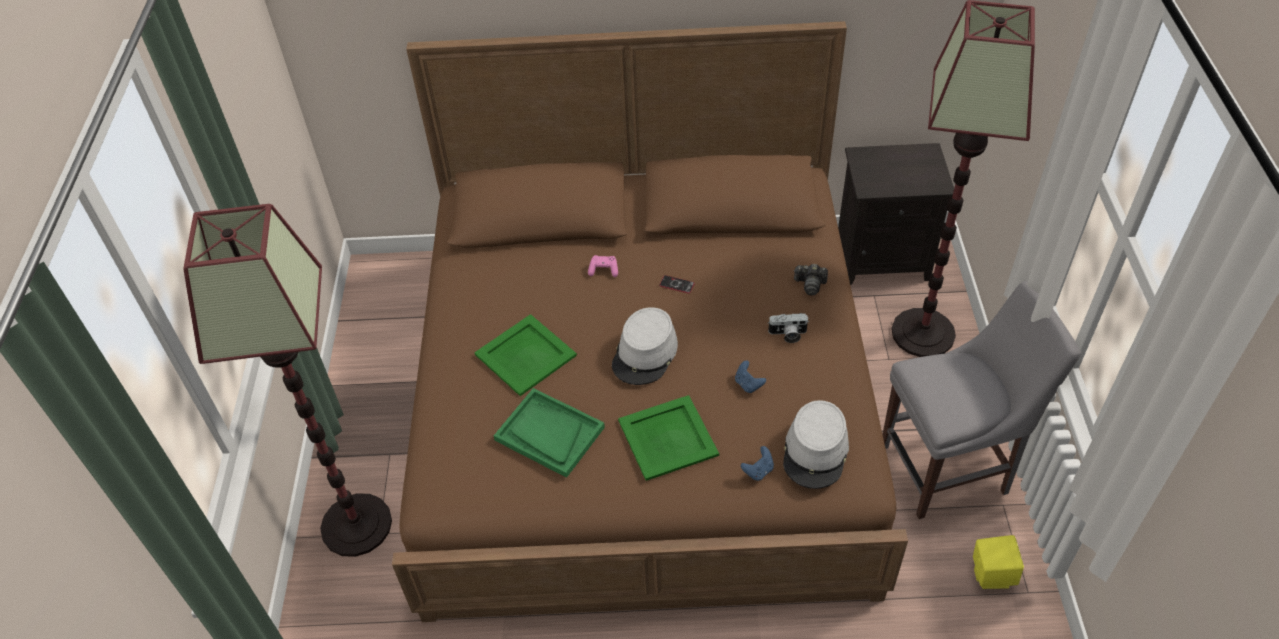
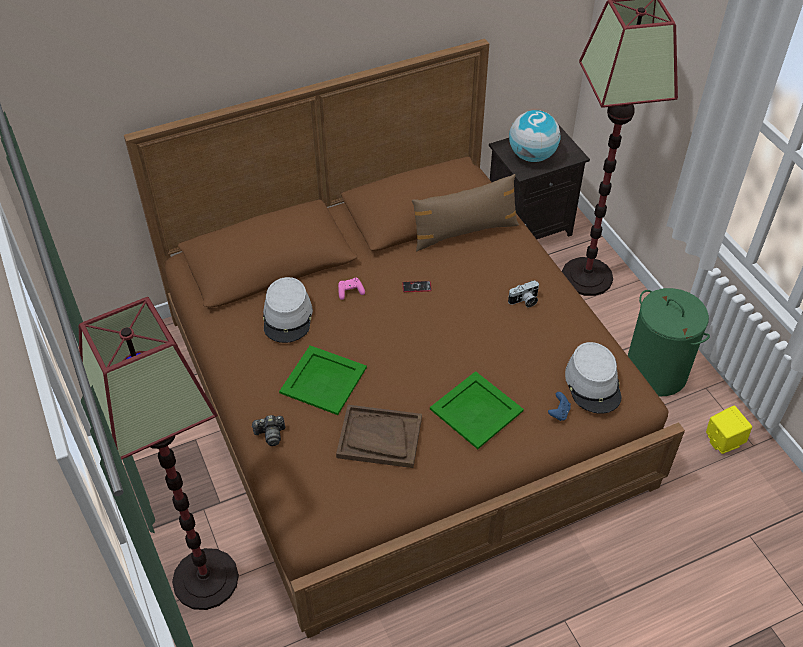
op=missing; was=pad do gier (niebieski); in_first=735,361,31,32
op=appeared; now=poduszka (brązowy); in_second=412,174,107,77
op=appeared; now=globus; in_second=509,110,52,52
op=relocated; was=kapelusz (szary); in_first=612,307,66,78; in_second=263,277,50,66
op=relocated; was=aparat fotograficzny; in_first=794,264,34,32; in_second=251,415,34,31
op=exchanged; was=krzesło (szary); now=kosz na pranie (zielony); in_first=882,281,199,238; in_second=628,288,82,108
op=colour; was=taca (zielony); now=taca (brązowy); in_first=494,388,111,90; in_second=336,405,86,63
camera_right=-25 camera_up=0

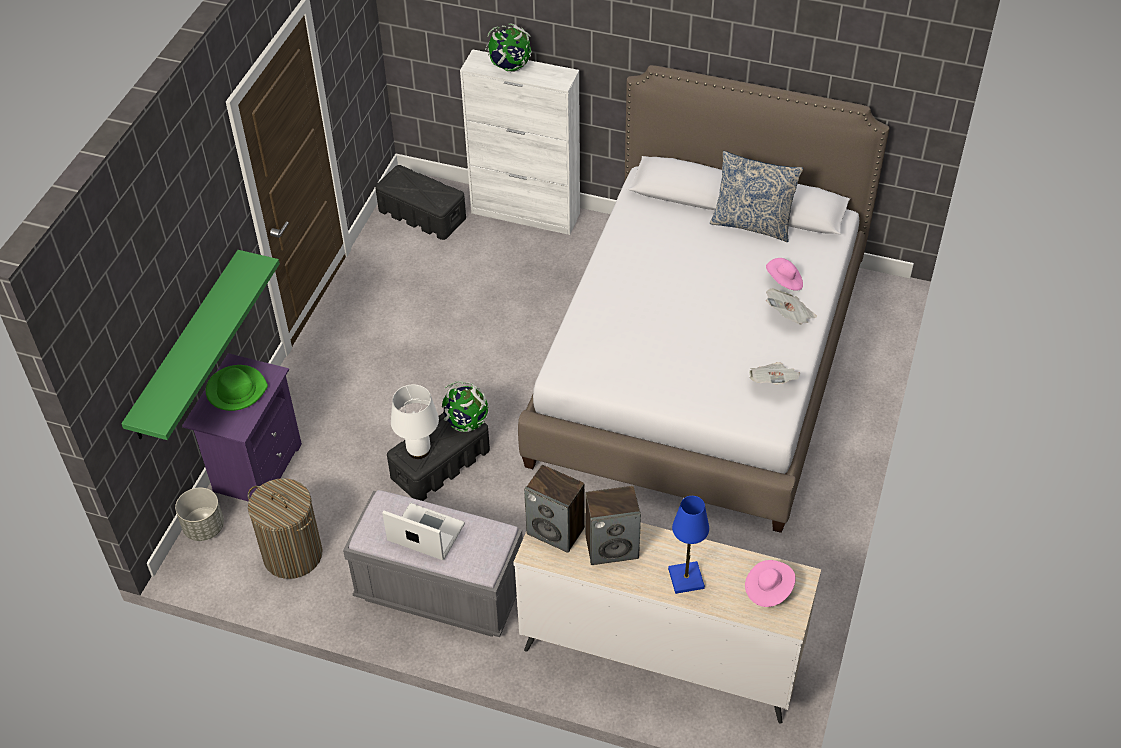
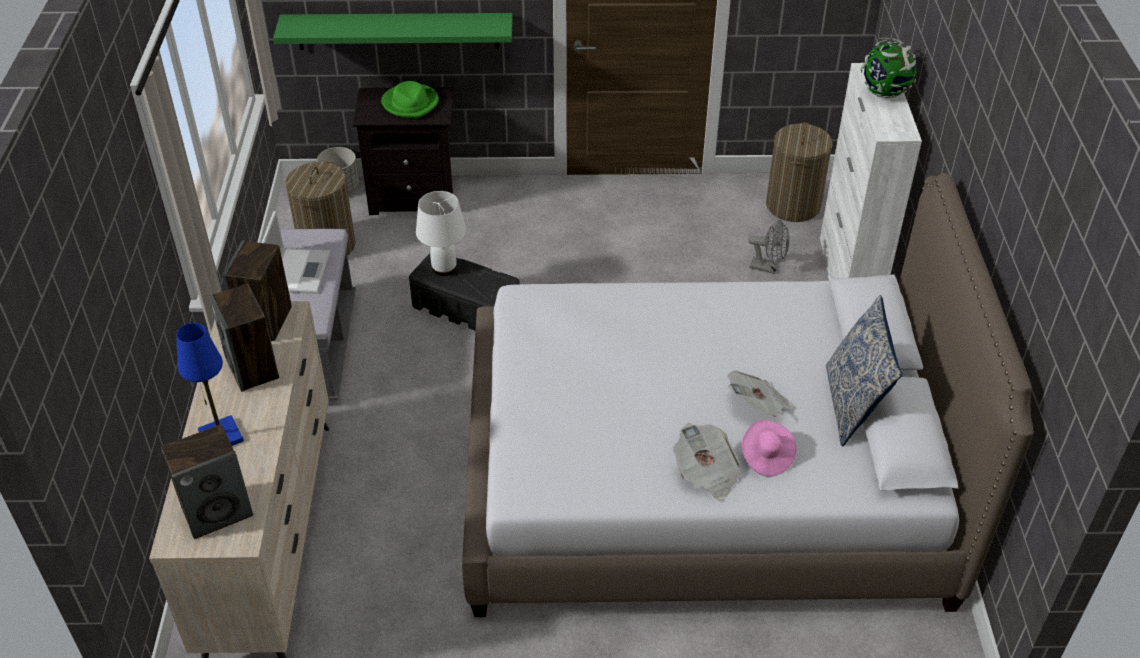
op=missing; was=globus; in_first=442,381,47,51
op=appeared; now=wentylator (szary); in_second=748,220,41,54
op=relocated; was=gazeta; in_first=749,362,52,23; in_second=728,370,66,47
op=exchanged; was=pojemnik do przechowywania (czarny); now=kosz na pranie; in_first=375,165,91,75; in_second=766,123,67,99
op=exchanged; was=kapelusz (różowy); now=głośnik; in_first=745,560,51,47; in_second=161,425,92,114
op=colour; was=szafka nocna (fioletowy); now=szafka nocna (czarny); in_first=182,353,120,149; in_second=352,87,102,128
camera_right=70 camera_up=-5

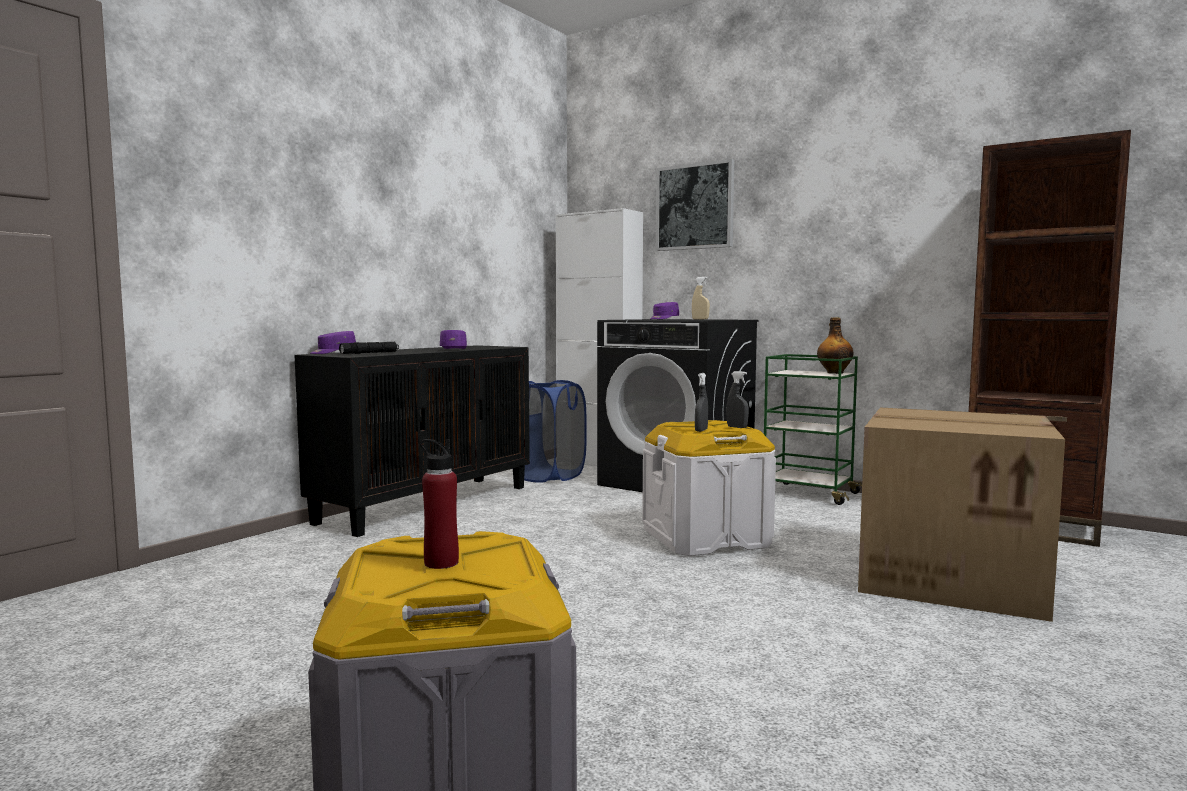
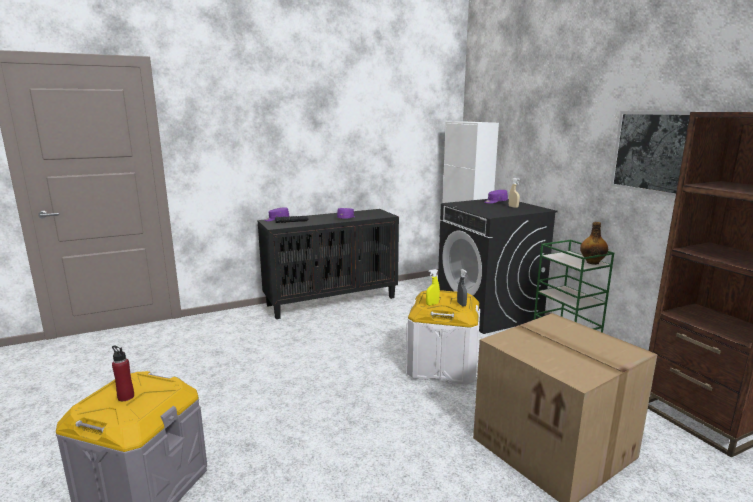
op=missing; was=kosz na pranie (niebieski); in_first=512,380,74,103
op=relocated; was=obraz; in_first=656,159,78,92; in_second=610,111,80,85
op=colour; was=spryskiwacz (szary); now=spryskiwacz (żółty); in_first=695,373,13,59; in_second=426,269,14,37
camera_right=30 camera_up=10

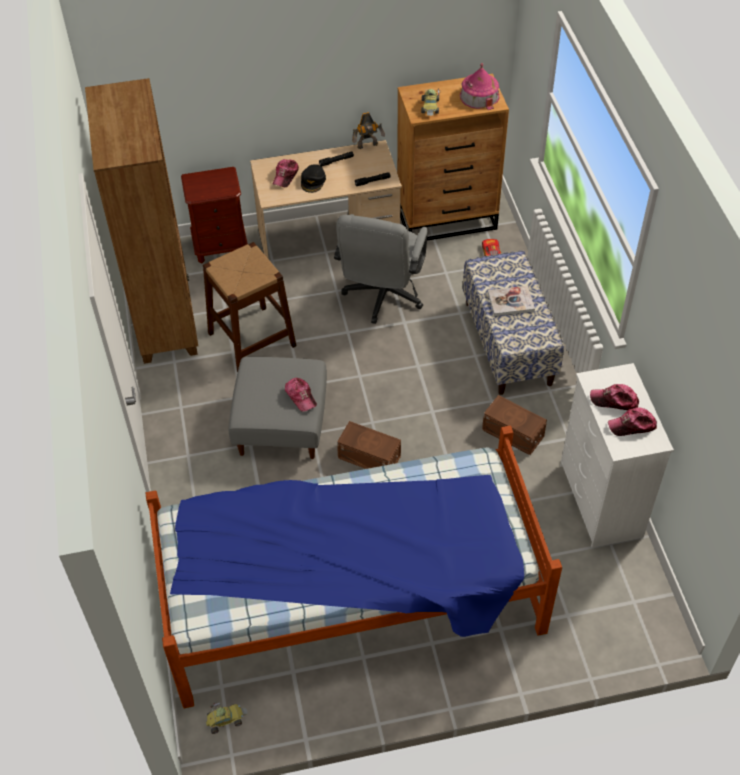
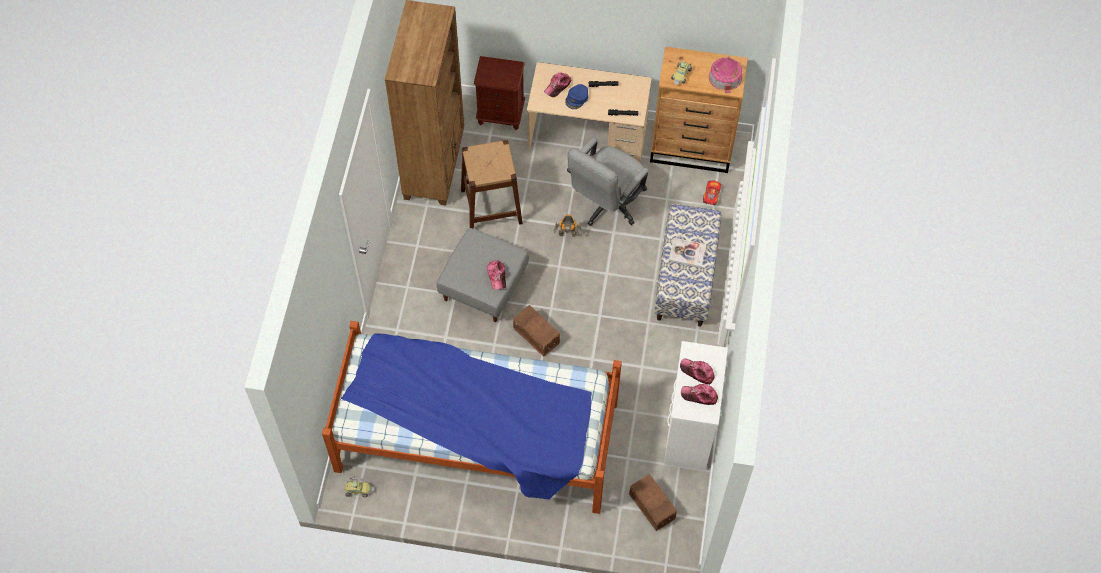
op=relocated; was=robot zabawkowy; in_first=352,112,33,37; in_second=553,215,29,22
op=relocated; was=pojemnik do przechowywania (brązowy); in_first=482,395,65,60; in_second=629,474,48,57
op=colour; was=czapka z daszkiem (czarny); now=czapka z daszkiem (niebieski); in_first=301,164,25,29; in_second=565,84,23,25
camera_right=20 camera_up=10

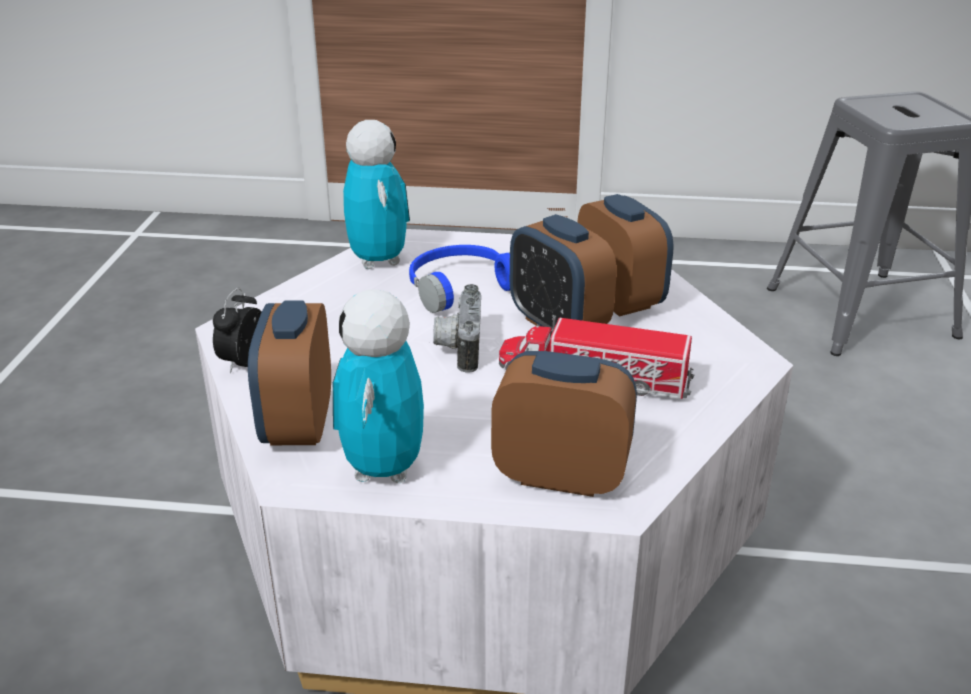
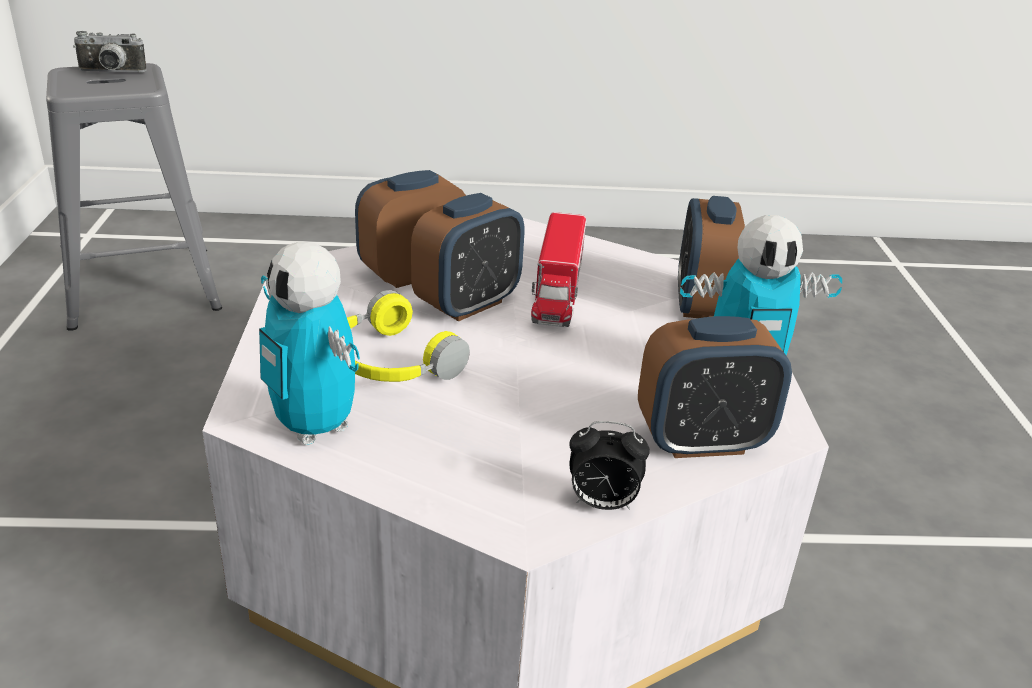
op=relocated; was=aparat fotograficzny; in_first=433,284,48,89; in_second=73,31,73,41
op=colour; was=słuchawki (niebieski); now=słuchawki (żółty); in_first=409,245,101,68; in_second=347,290,123,92
op=spun; was=robot zabawkowy; in_first=343,120,67,149; in_second=259,242,101,203; clockwise=-105
camera_right=-100 camera_up=0

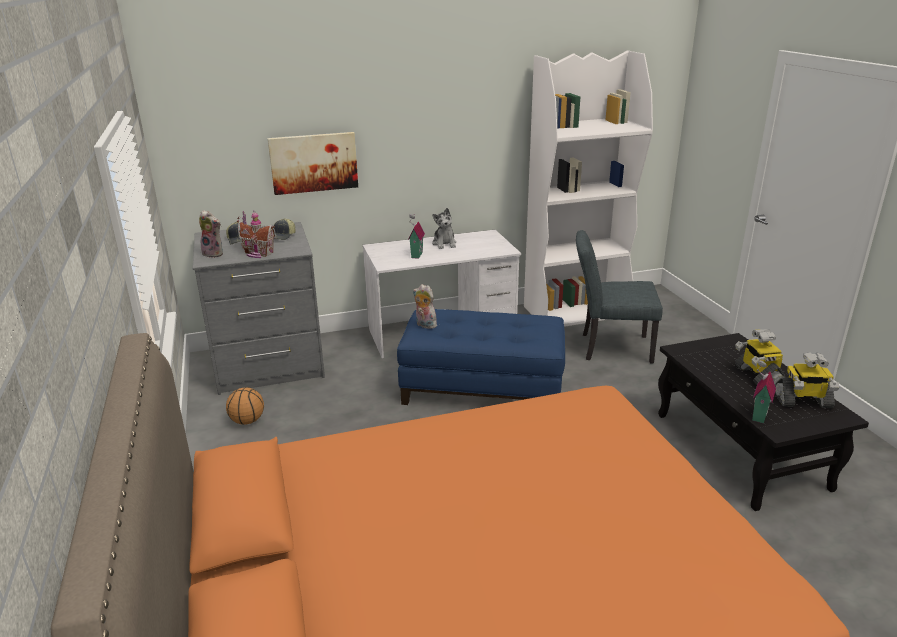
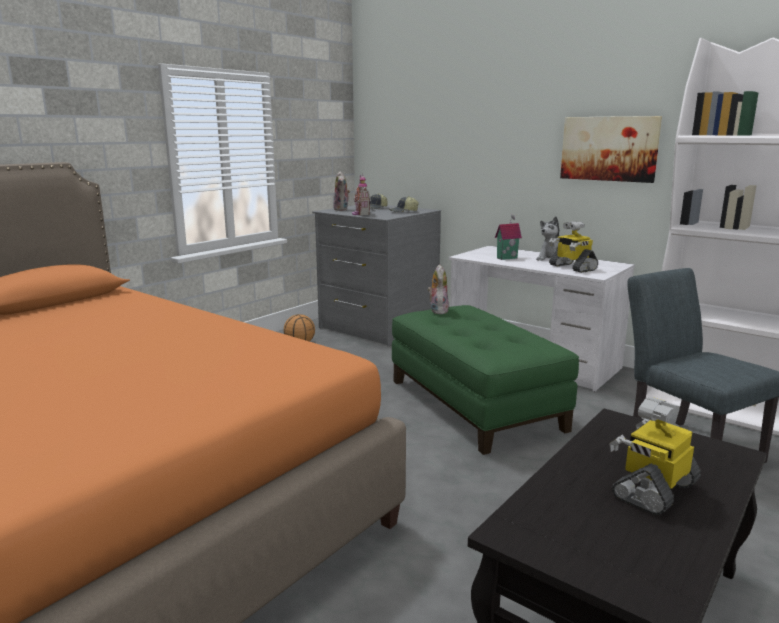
op=missing; was=domek; in_first=752,360,24,64
op=relocated; was=obraz; in_first=267,132,91,63; in_second=560,116,102,67
op=relocated; was=robot zabawkowy; in_first=775,352,64,56; in_second=549,221,49,52
op=colour; was=pufa (niebieski); now=pufa (zielony); in_first=397,309,168,96; in_second=392,305,187,150
camera_right=55 camera_up=-10

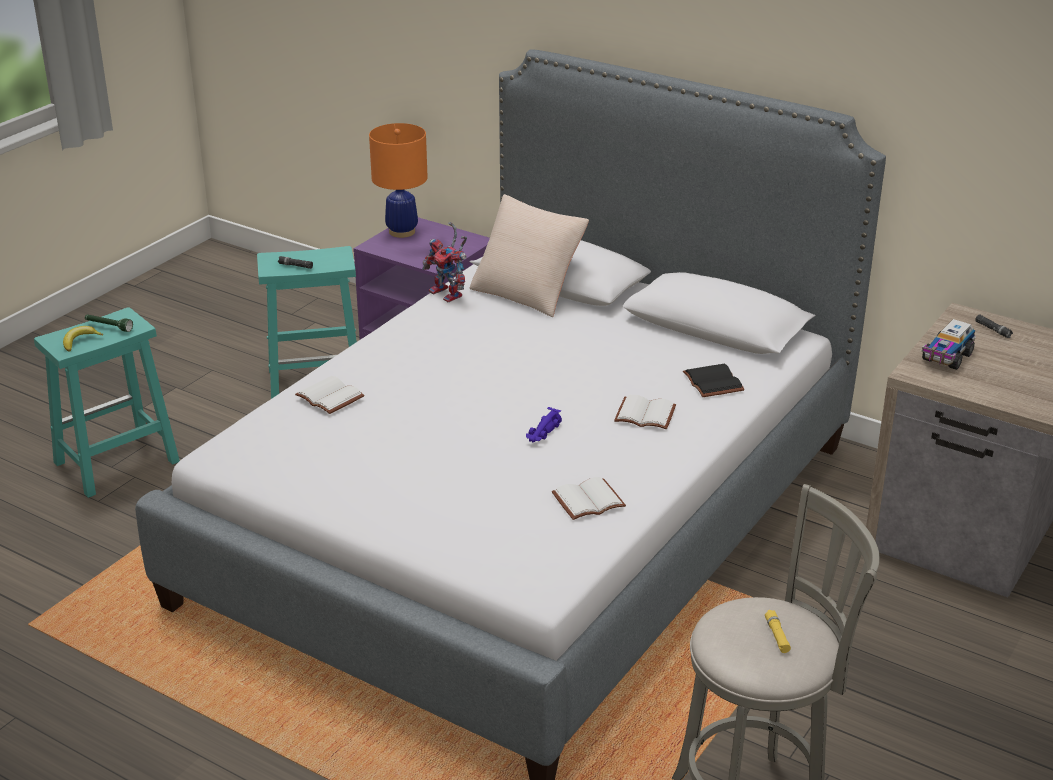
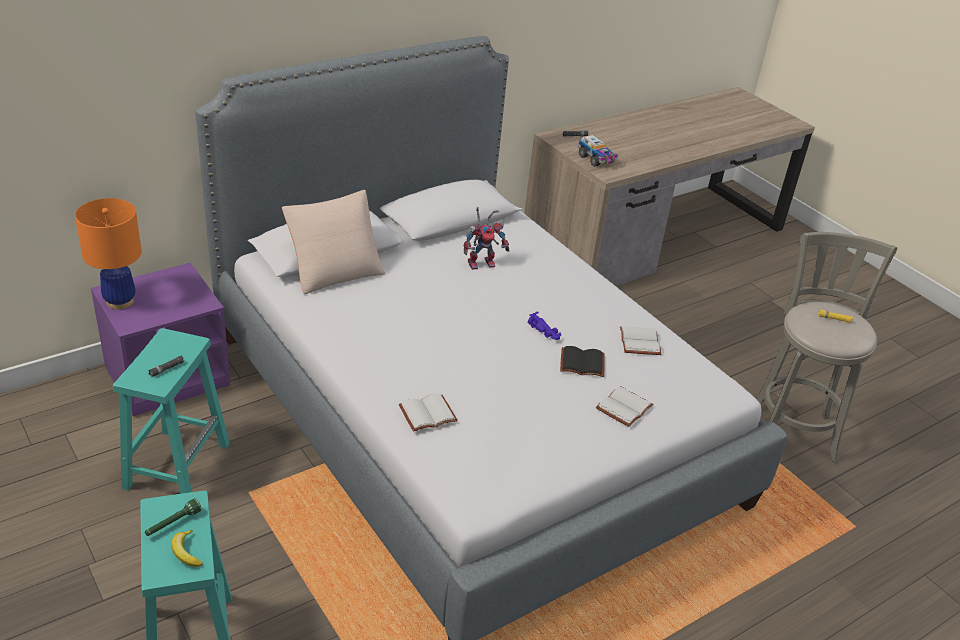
op=relocated; was=robot zabawkowy; in_first=422,222,45,81; in_second=464,207,45,63
op=relocated; was=książka (biały); in_first=614,395,62,34; in_second=596,386,58,41
op=relocated; was=książka (czarny); in_first=683,363,62,34; in_second=560,346,45,31
camera_right=-70 camera_up=5

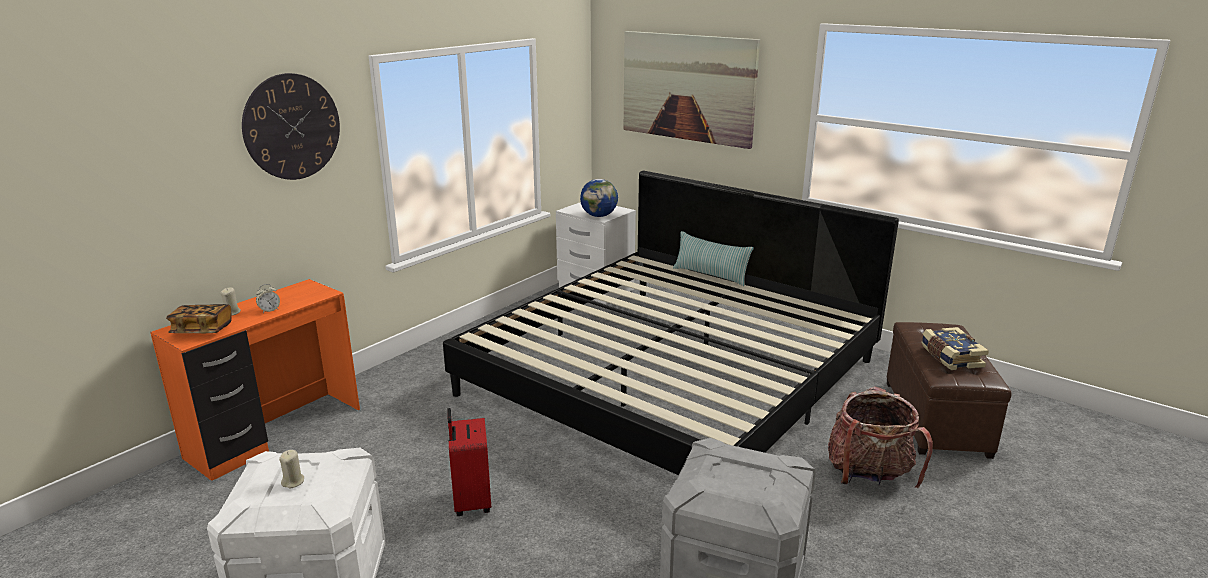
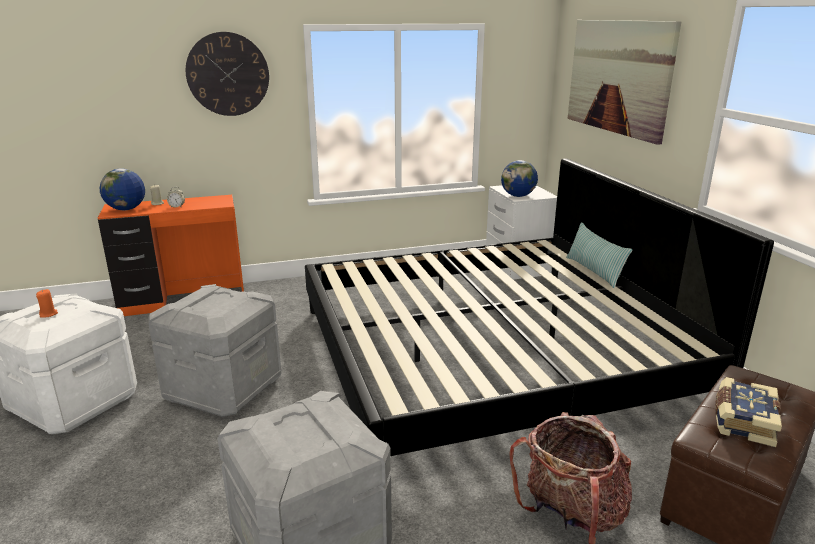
op=exchanged; was=książka; now=globus; in_first=166,304,66,29; in_second=100,168,45,42
op=exchanged; was=walizka (czerwony); now=pojemnik do przechowywania (szary); in_first=447,408,44,108; in_second=148,284,134,133
op=colour; was=świeca (beżowy); now=świeca (pomarańczowy); in_first=279,450,25,38; in_second=36,289,22,29
camera_right=35 camera_up=0

